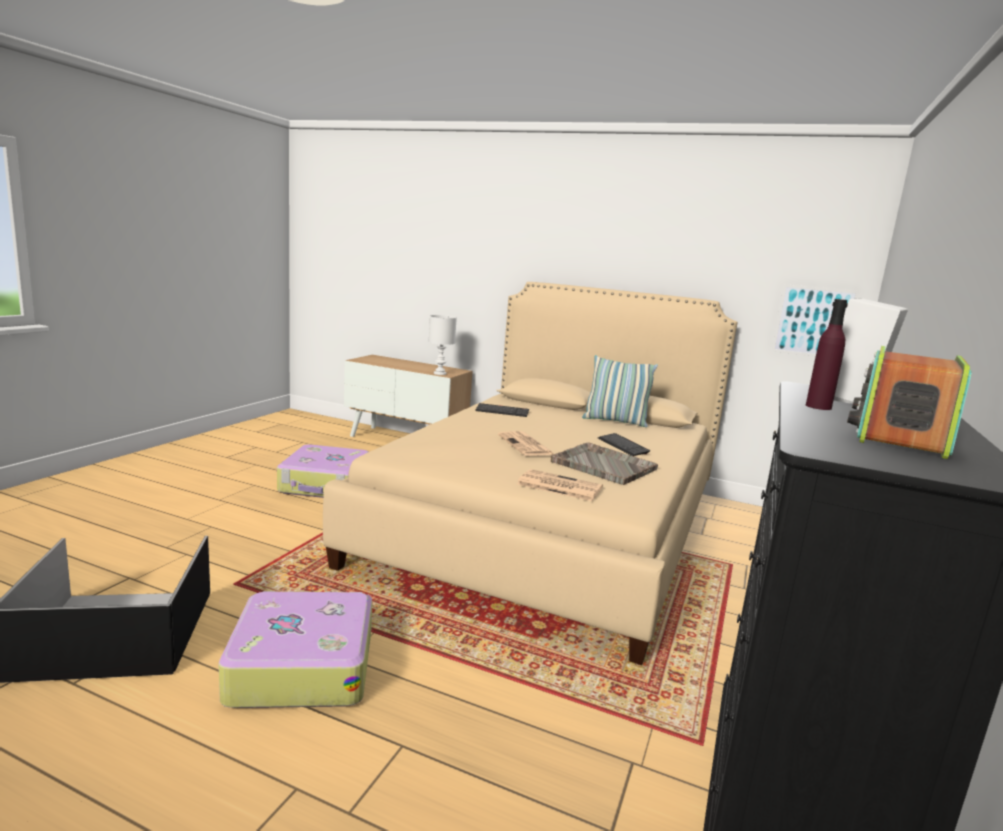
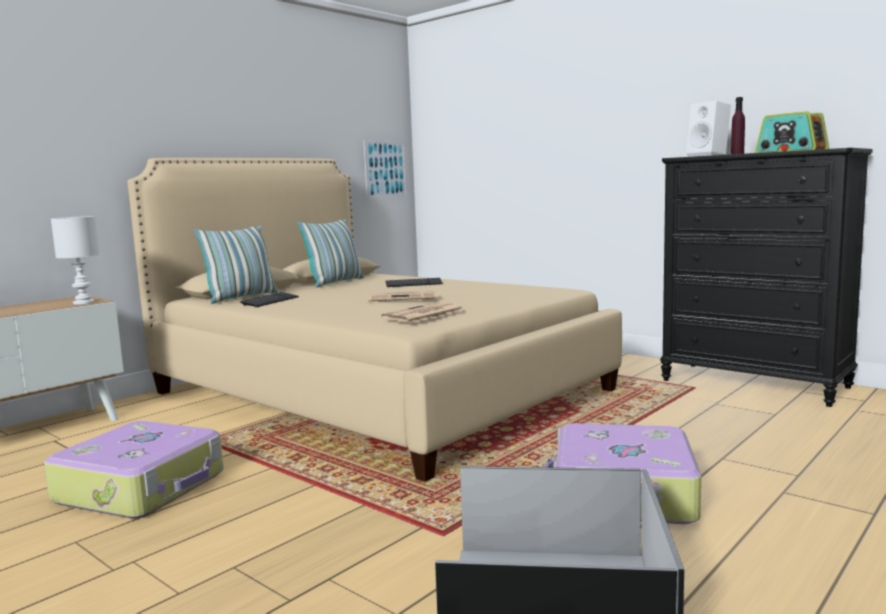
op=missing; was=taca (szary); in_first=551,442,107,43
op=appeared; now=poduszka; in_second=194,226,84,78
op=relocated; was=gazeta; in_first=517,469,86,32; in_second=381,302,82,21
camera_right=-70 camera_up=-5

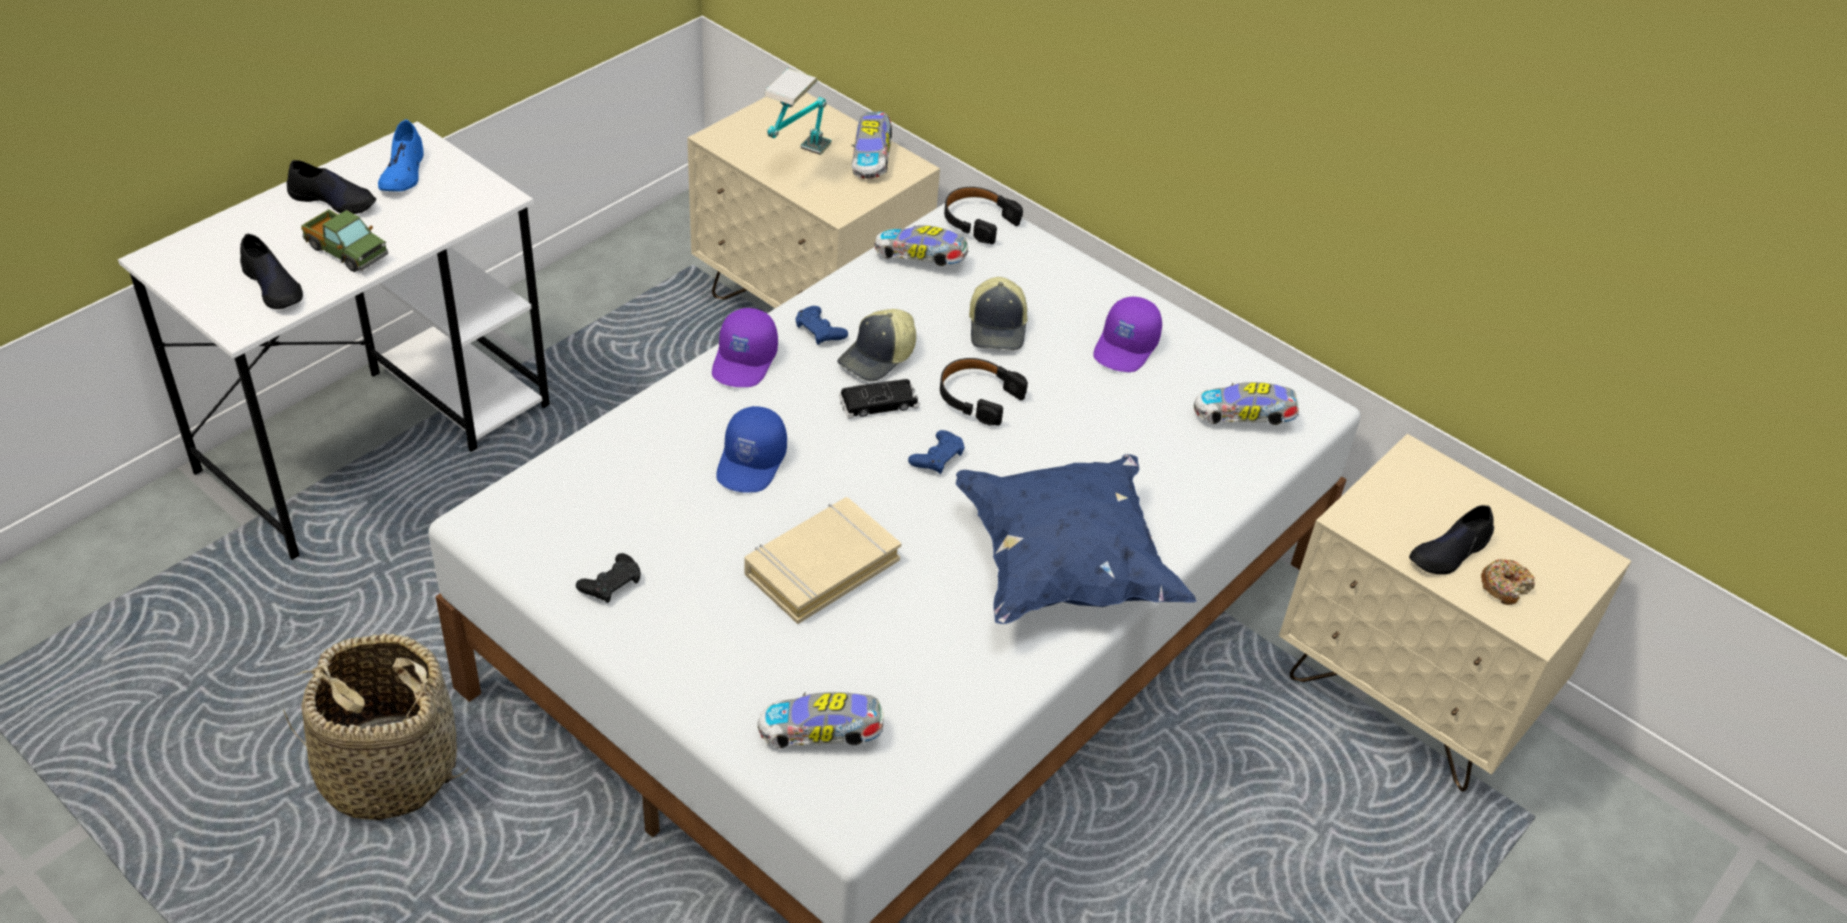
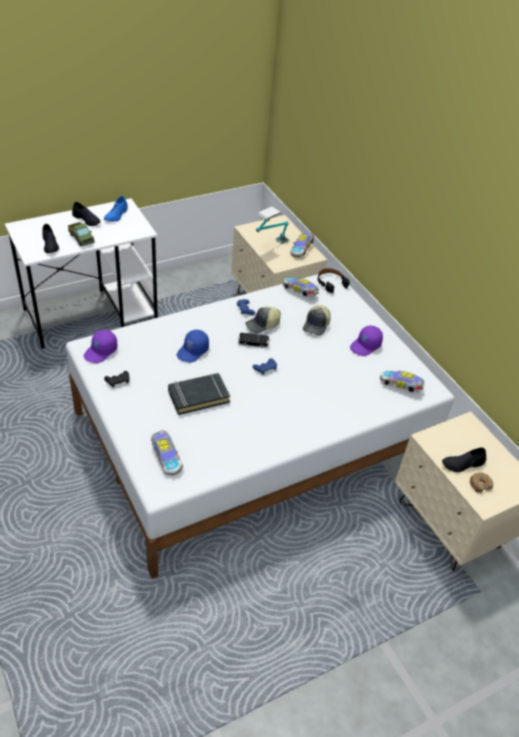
op=missing; was=koszyk; in_first=282,633,188,188
op=missing; was=słuchawki (czarny); in_first=940,358,88,68
op=missing; was=poduszka (niebieski); in_first=956,454,241,170
op=relocated; was=czapka z daszkiem (fioletowy); in_first=712,308,66,79; in_second=84,330,34,33
op=colour; was=książka (beżowy); now=książka (czarny); in_first=744,497,158,127; in_second=168,373,62,42
op=spun; was=samochodzik; in_first=758,692,125,56; in_second=151,430,32,46; clockwise=-135
camera_right=20 camera_up=0

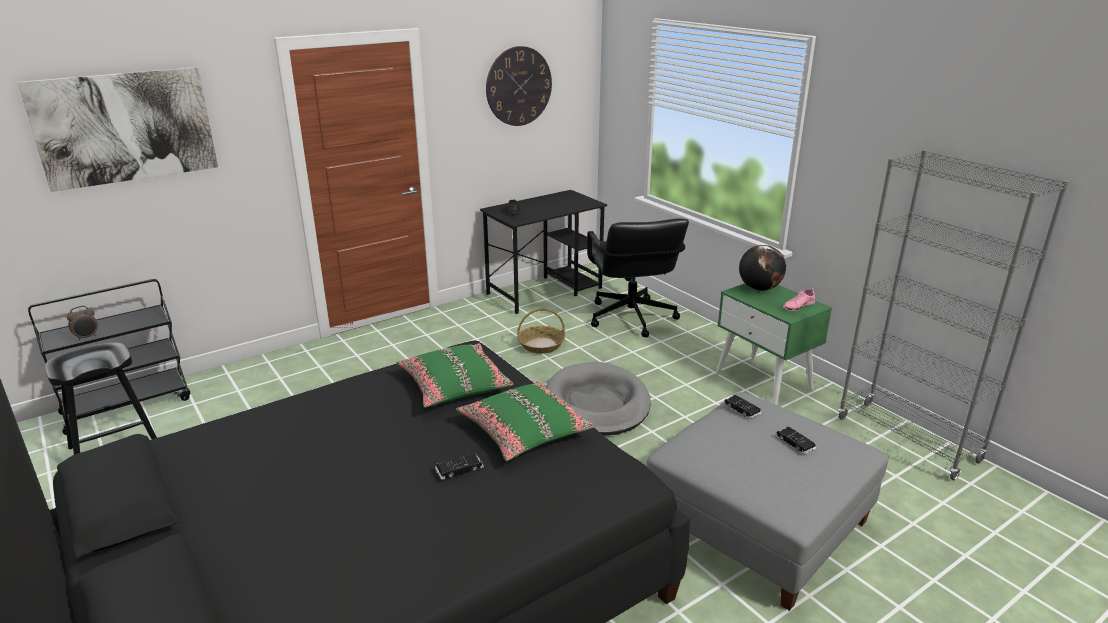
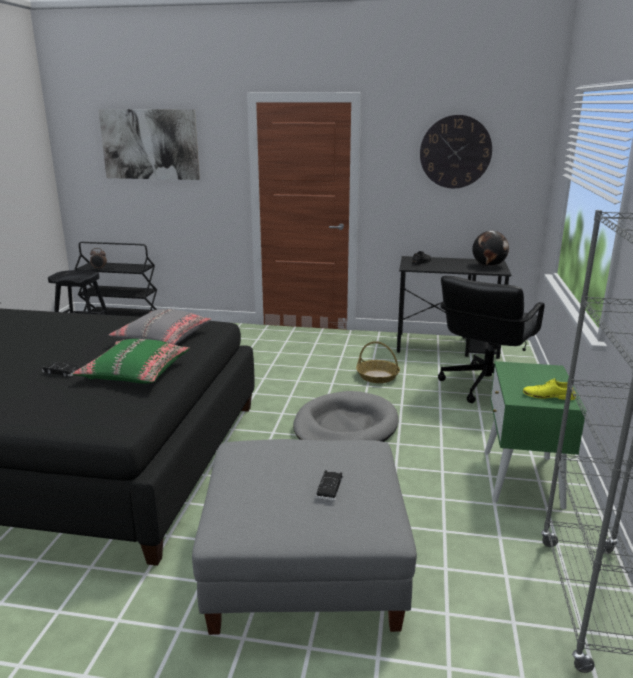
op=missing; was=samochodzik (czarny); in_first=723,395,38,24
op=relocated; was=globus; in_first=739,245,47,46; in_second=472,231,37,36
op=colour; was=poduszka (zielony); now=poduszka (szary); in_first=396,343,118,65; in_second=108,309,104,36
op=colour; was=but (różowy); now=but (żółty); in_first=783,288,32,23; in_second=523,378,53,22
camera_right=45 camera_up=-5

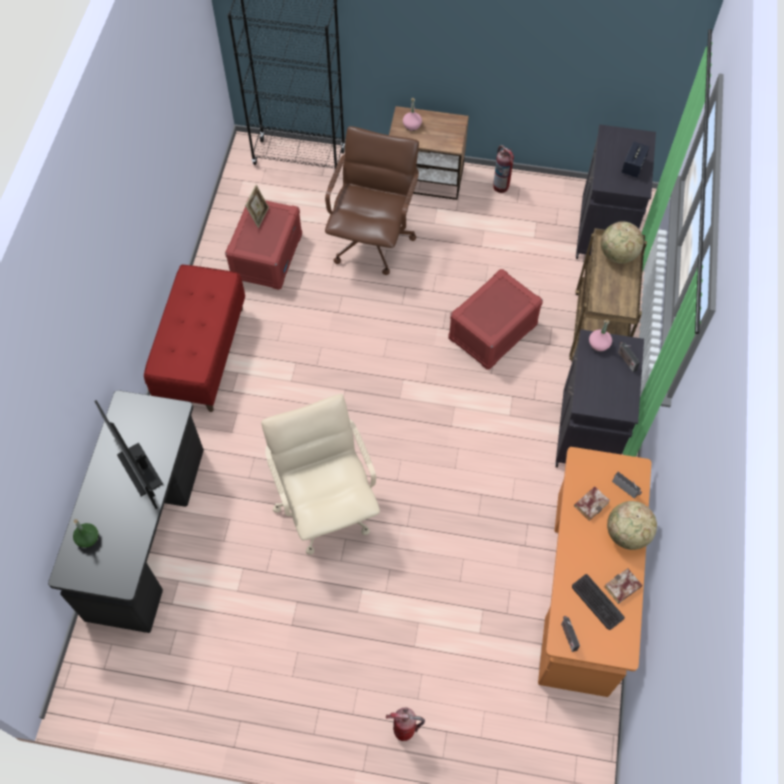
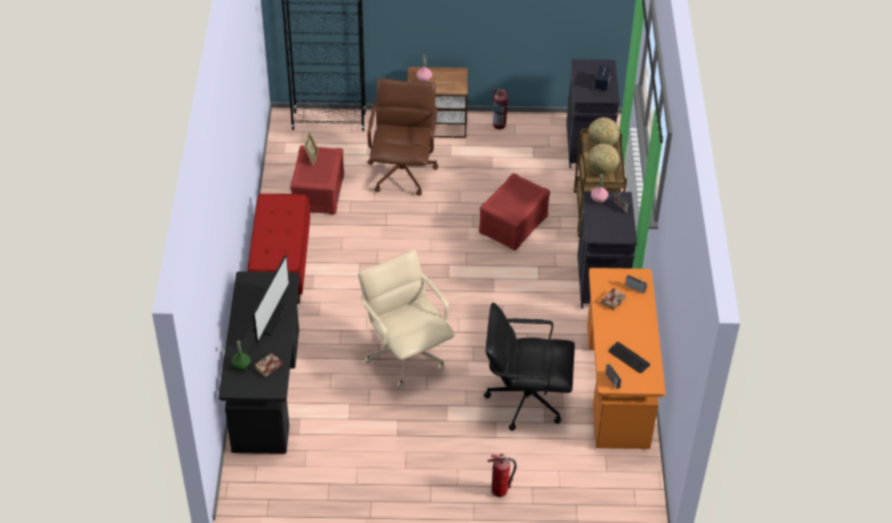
op=appeared; now=krzesło biurowe (czarny); in_second=484,302,91,129
op=relocated; was=książka; in_first=604,568,38,36; in_second=255,353,28,24
op=relocated; was=globus; in_first=607,501,50,49; in_second=587,143,33,33
op=spun; was=monitor; in_first=95,400,68,109; in_second=253,255,36,87; clockwise=-120
camera_right=-10 camera_up=-15

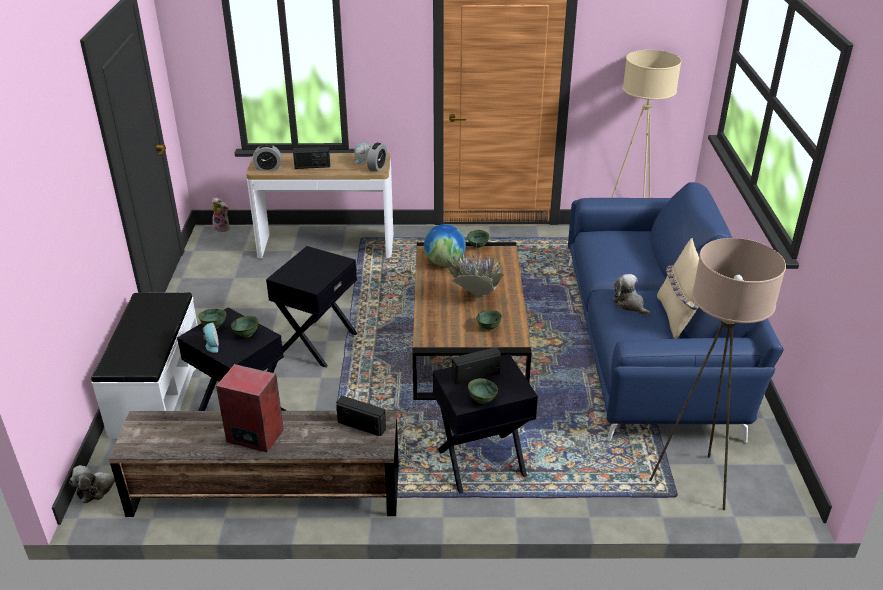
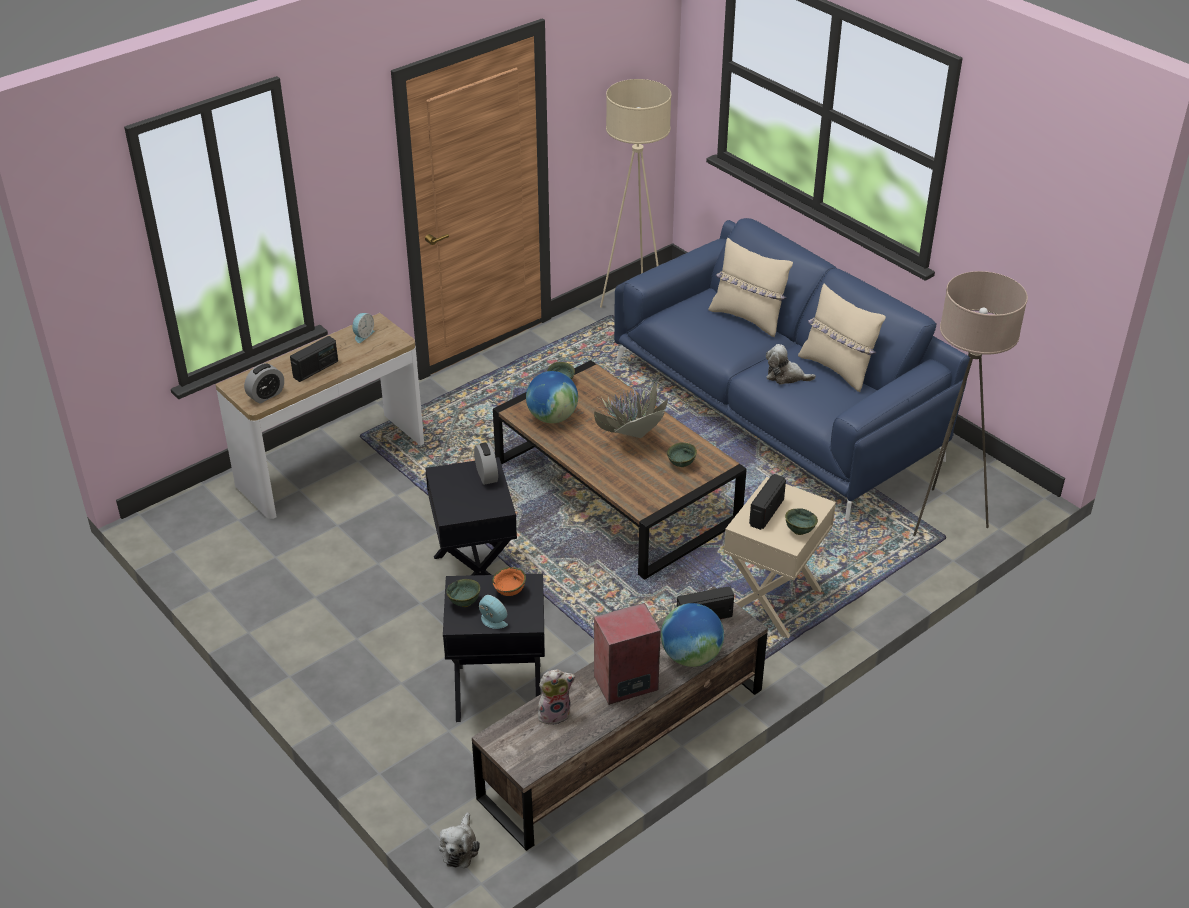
op=missing; was=ławka (biały); in_first=91,293,107,146
op=appeared; now=globus; in_second=661,603,63,64
op=appeared; now=poduszka (beżowy); in_second=708,238,85,99
op=relocated; was=pluszak; in_first=212,197,18,35; in_second=538,670,37,55
op=relocated; was=budzik; in_first=367,143,20,29; in_second=474,443,24,42
op=colour; was=miska (zielony); now=miska (pomarańczowy); in_first=231,316,27,22; in_second=492,567,34,29
op=colour; was=stolik (czarny); now=stolik (beżowy); in_first=433,354,105,140; in_second=724,477,112,161
camera_right=-40 camera_up=5

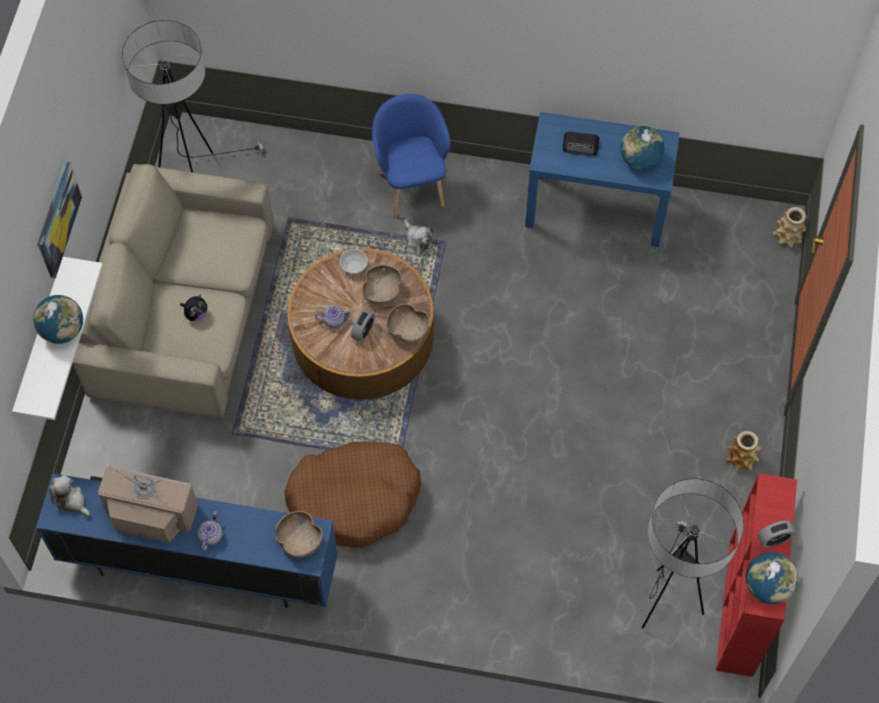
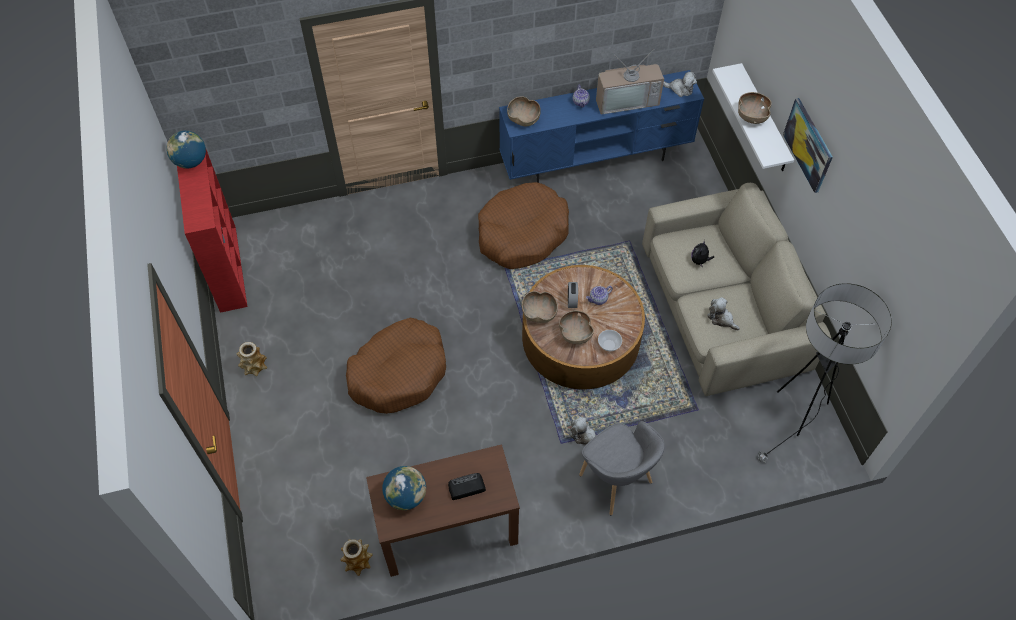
op=missing; was=lampa stojąca; in_first=642,479,102,149
op=missing; was=budzik; in_first=757,521,39,27
op=appeared; now=legowisko (brązowy); in_second=346,318,100,96
op=appeared; now=pluszak; in_second=707,297,33,34
op=relocated; was=wazon; in_first=773,207,34,41; in_second=340,539,33,37
op=exchanged; was=globus; now=miska (brązowy); in_first=33,295,50,49; in_second=738,92,34,32
op=colour; was=fotel (niebieski); now=fotel (szary); in_first=372,94,79,123; in_second=579,421,86,95
op=colour; was=stolik konsolowy (niebieski); now=stolik konsolowy (brązowy); in_first=525,112,155,135; in_second=366,444,154,133
camera_right=155 camera_up=-5

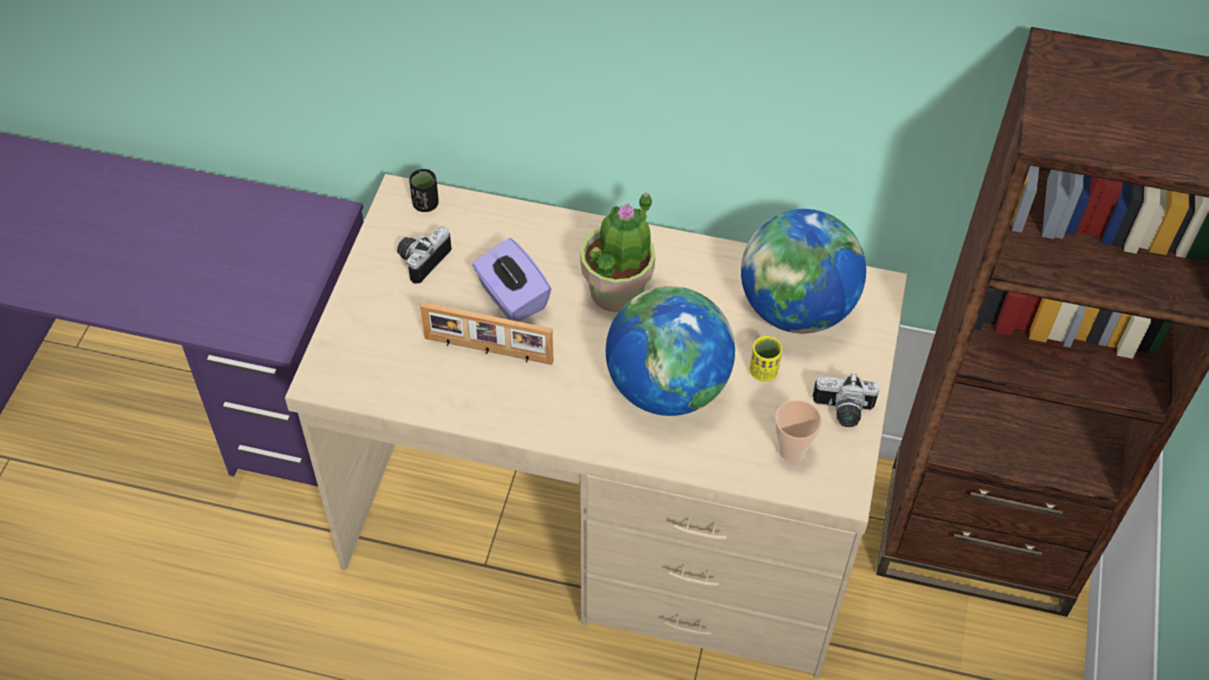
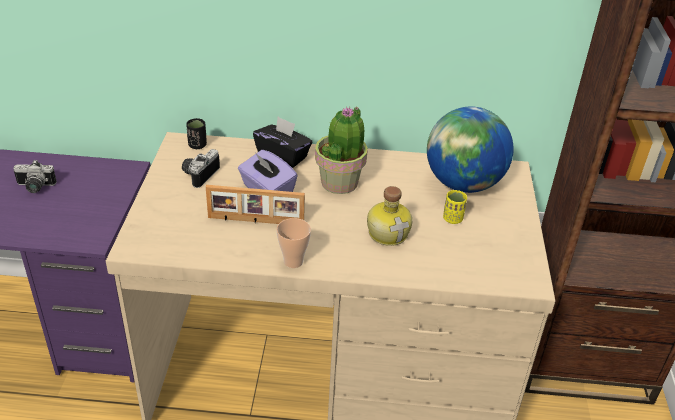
op=appeared; now=pudełko chusteczek (czarny); in_second=253,117,59,51
op=relocated; was=filiżanka; in_first=775,400,47,62; in_second=276,218,35,50
op=relocated; was=aparat fotograficzny; in_first=812,373,67,54; in_second=13,160,44,33
op=exchanged; was=globus; now=butelka; in_first=606,286,129,130; in_second=367,186,46,60
camera_right=-10 camera_up=-15

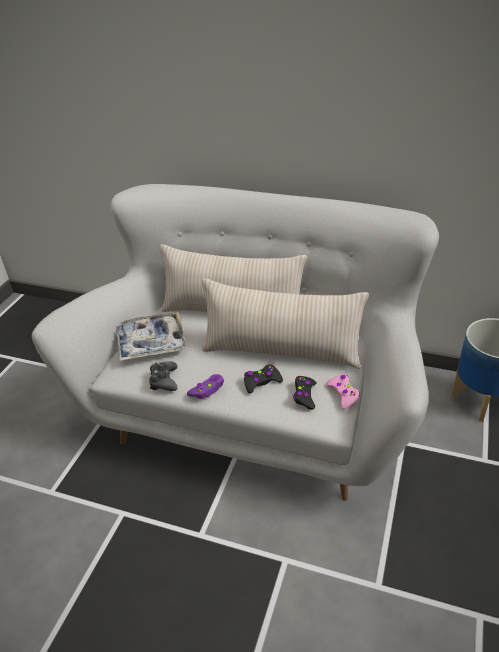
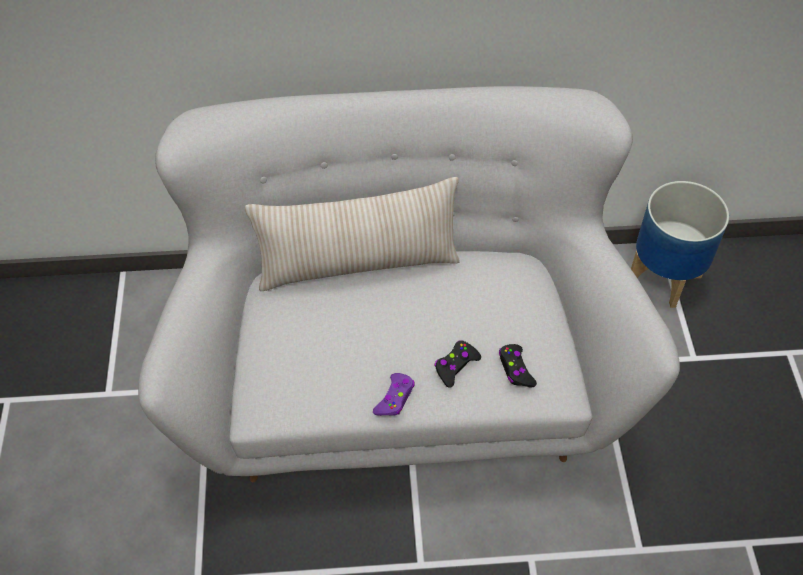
op=missing; was=taca; in_first=116,311,71,50
op=missing; was=pad do gier (czarny); in_first=149,361,29,30
op=missing; was=poduszka (beżowy); in_first=202,278,167,91
op=missing; was=pad do gier (różowy); in_first=326,374,34,36
camera_right=-25 camera_up=15

